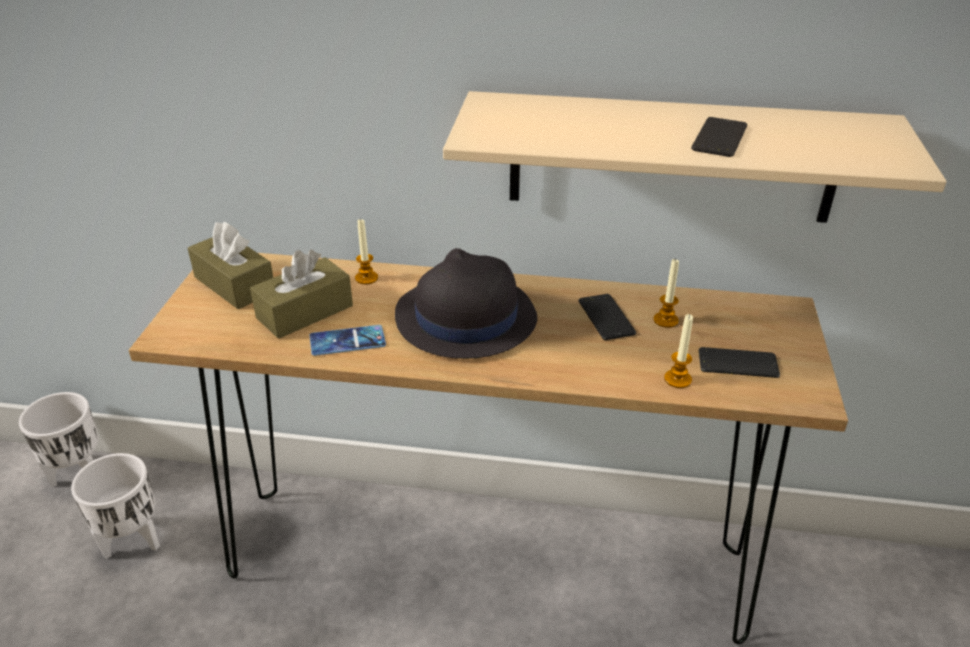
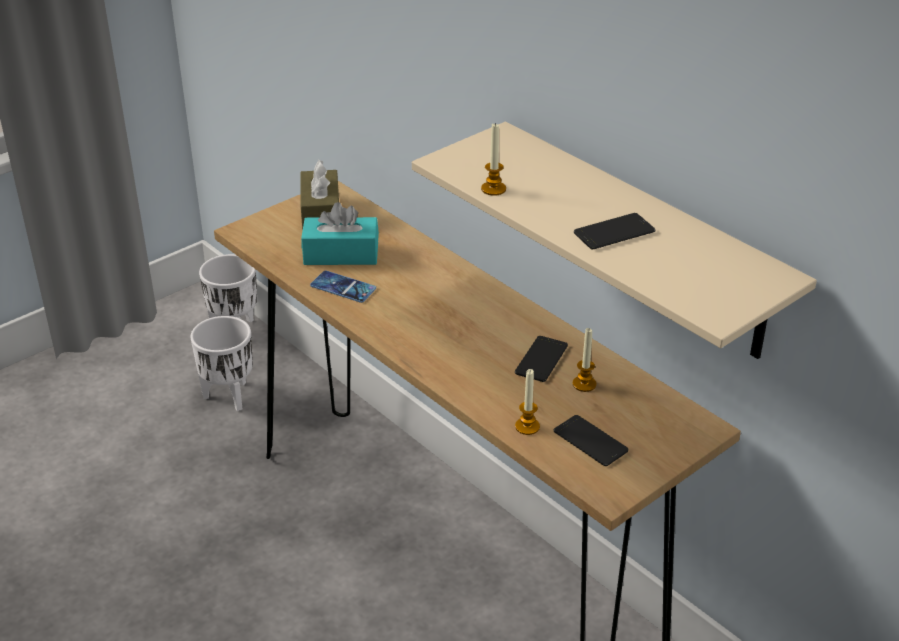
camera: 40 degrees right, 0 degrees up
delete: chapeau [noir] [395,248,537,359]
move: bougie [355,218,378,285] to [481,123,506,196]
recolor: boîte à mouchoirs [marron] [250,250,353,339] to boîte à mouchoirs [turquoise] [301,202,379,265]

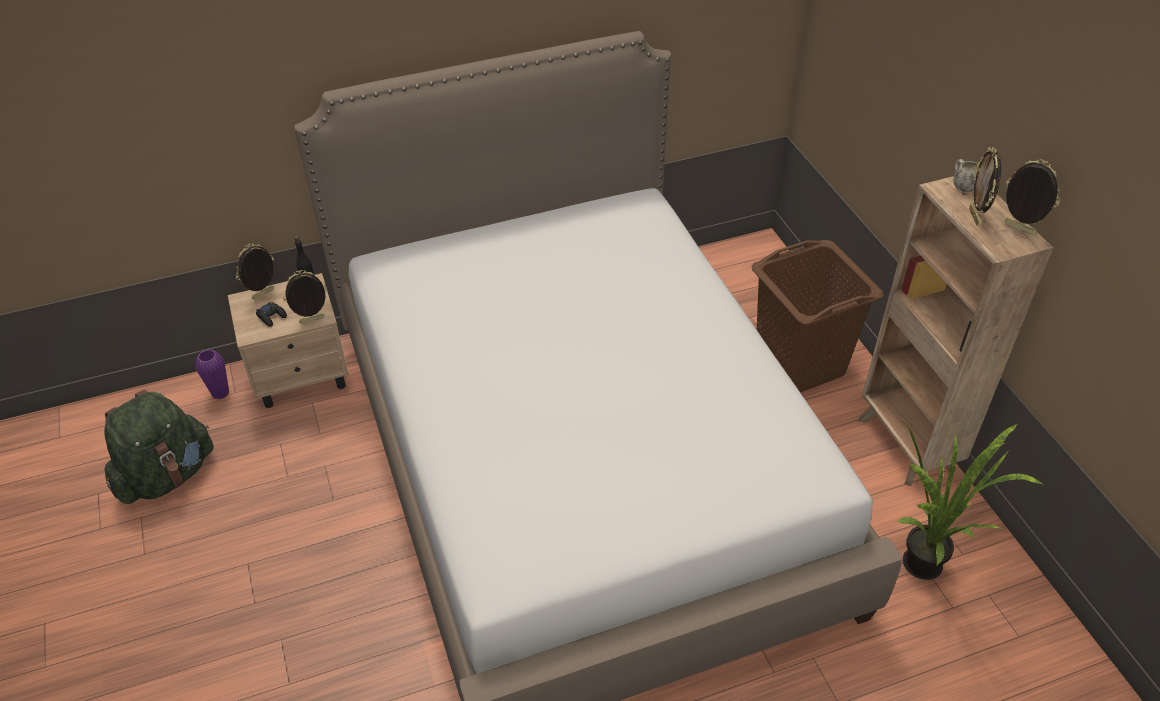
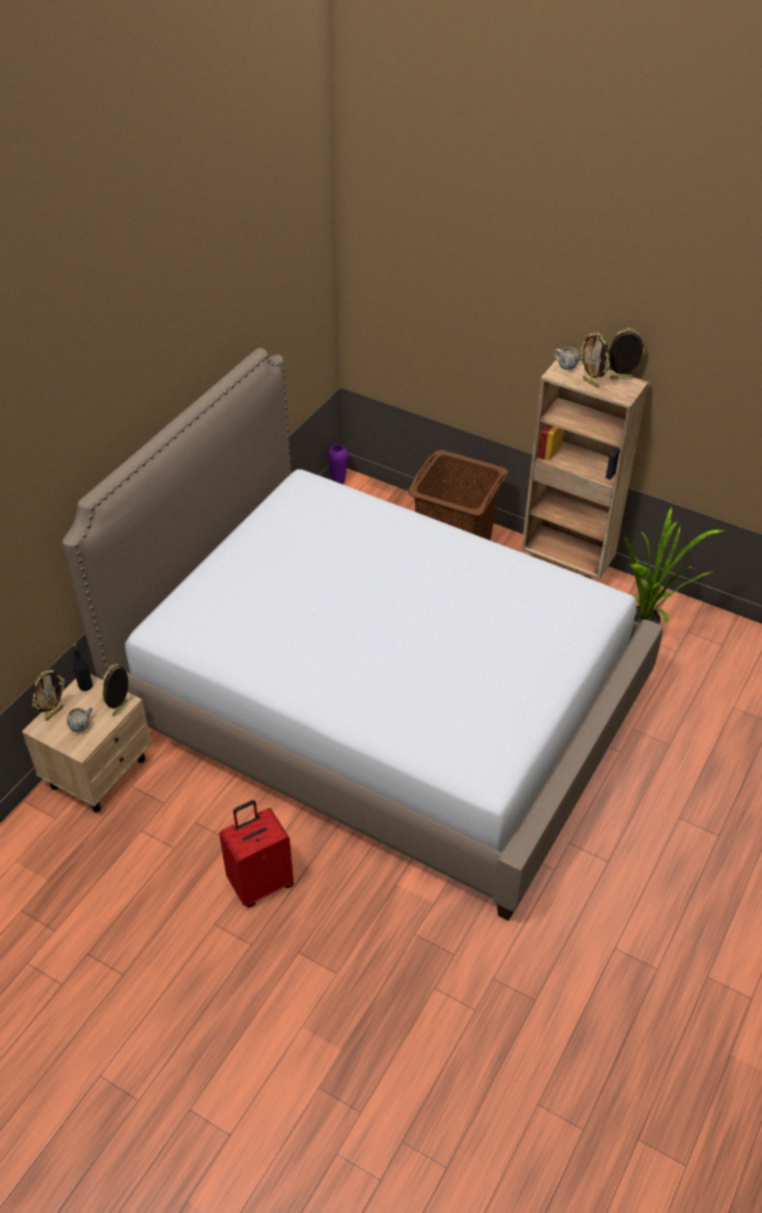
camera: 40 degrees left, 0 degrees up
delete: sac à dos [vert] [104,390,214,504]
insert: valise [rouge] [219,800,294,907]
move: vase [violet] [195,349,229,399] to [327,444,348,484]
replace: manette [noir] [256,302,287,327] to mug [blanc] [67,706,92,732]
rotate: cadre photo [235,244,274,300] = [32,670,65,721] 150 degrees counterclockwise

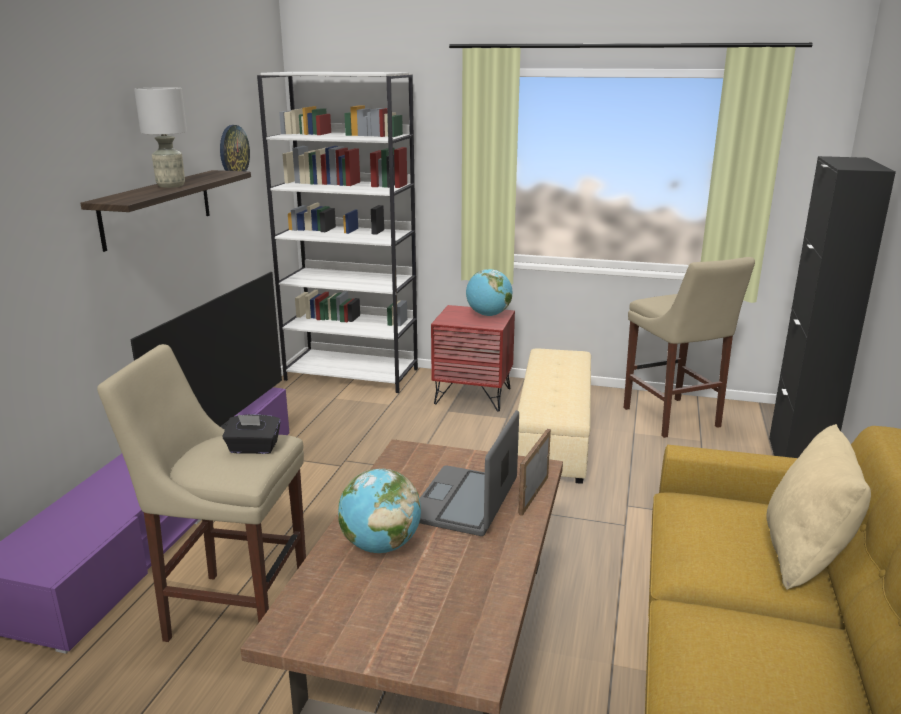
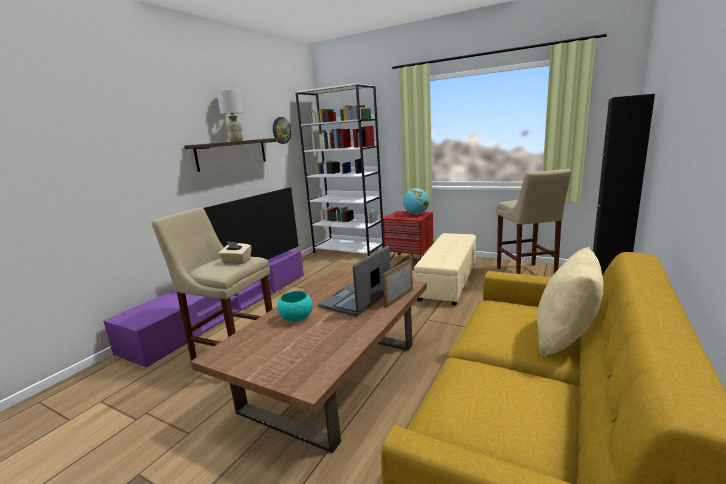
camera: 15 degrees right, 5 degrees down
replace: globe [338,468,421,553] to bol [turquoise] [277,291,312,322]
recolor: boîte à mouchoirs [noir] [222,414,281,454] to boîte à mouchoirs [beige] [219,241,251,264]

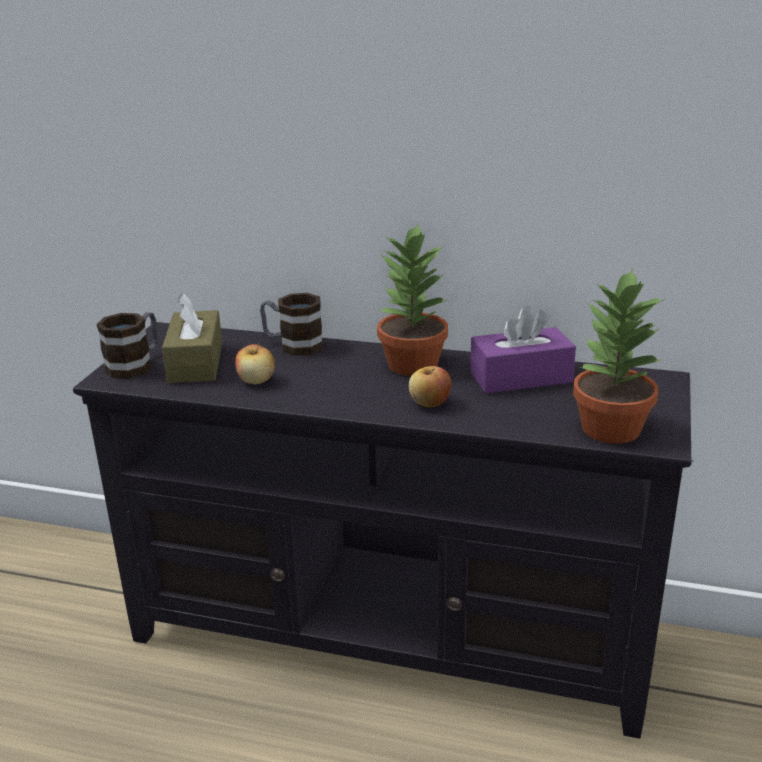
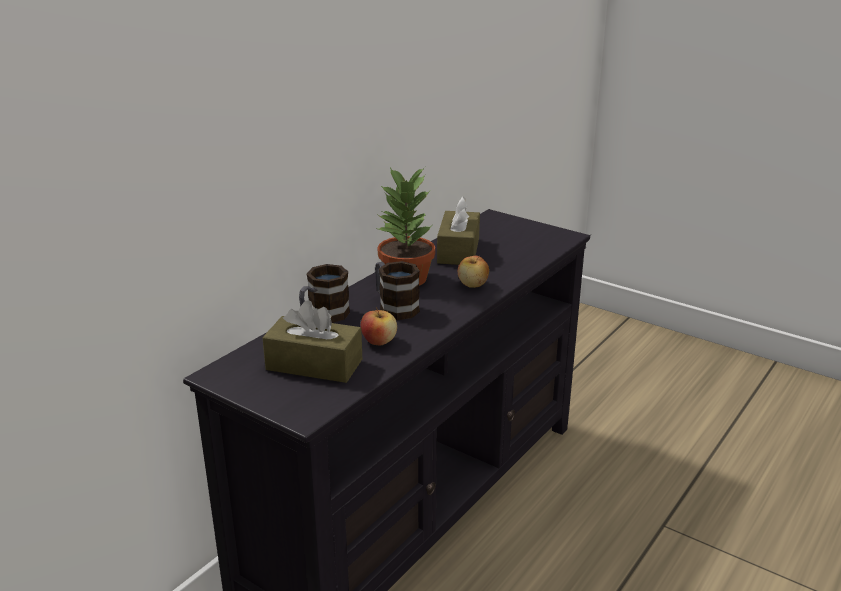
camera: 70 degrees left, 0 degrees up
delete: plante en pot [573,268,665,444]
move: mug [96,312,158,379] to [375,261,420,320]
recolor: boîte à mouchoirs [violet] [470,306,576,394] to boîte à mouchoirs [marron] [437,197,480,265]

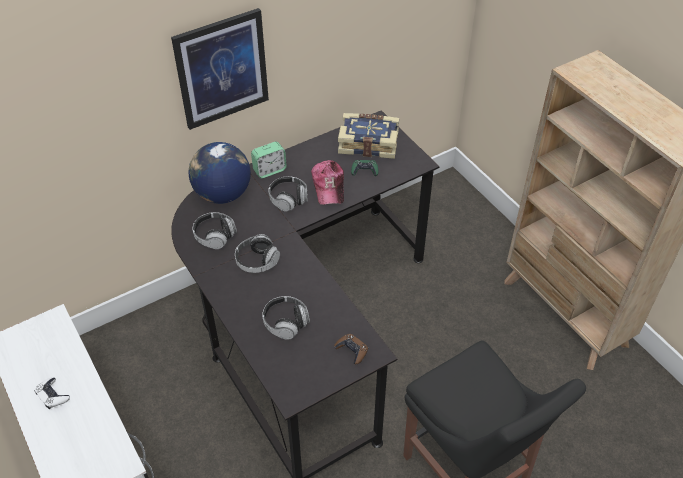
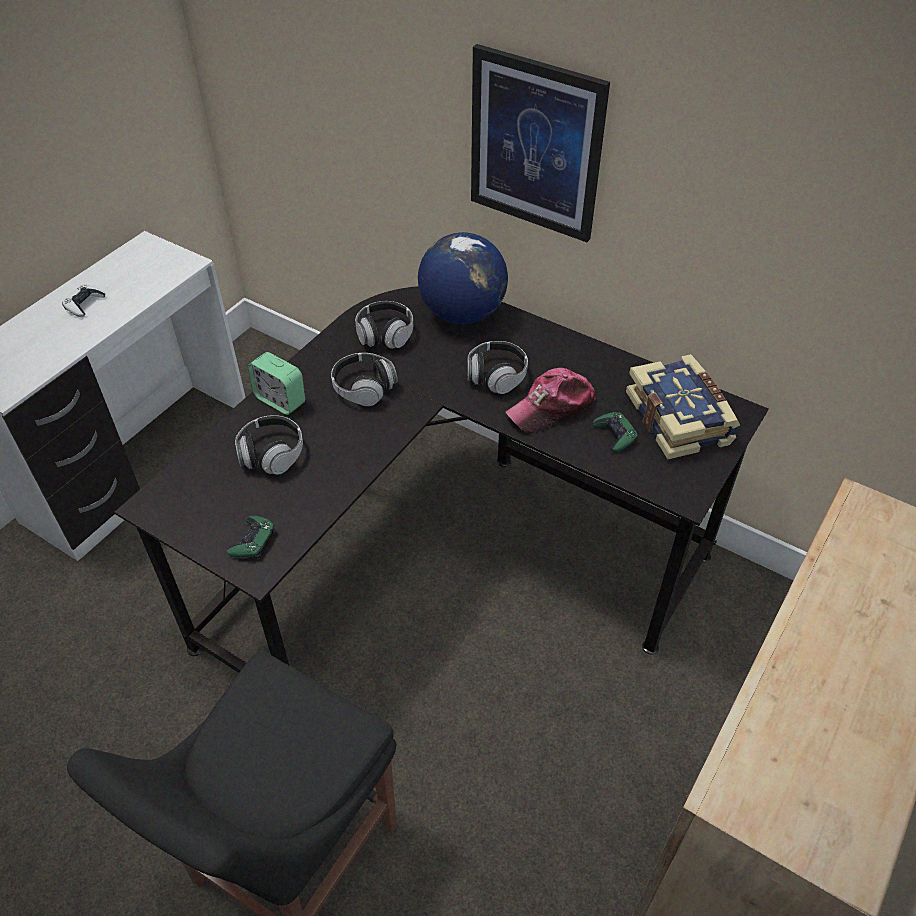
camera: 65 degrees right, 0 degrees up
move: réveil [251,142,287,178] to [248,352,305,415]
recolor: manette [marron] [334,334,368,365] to manette [vert] [226,516,275,559]

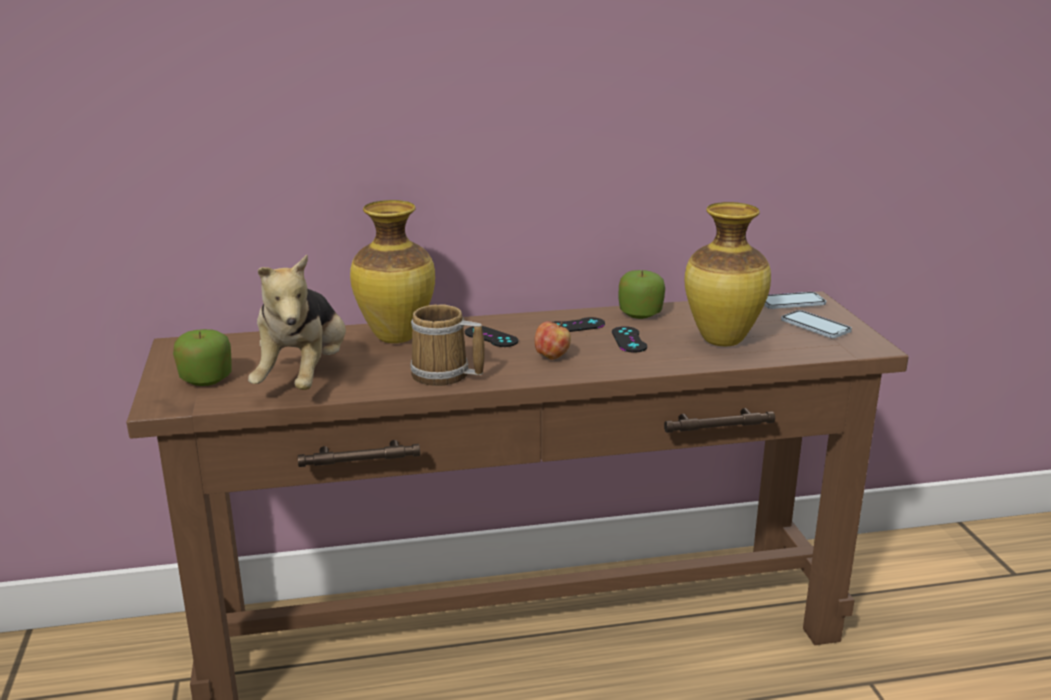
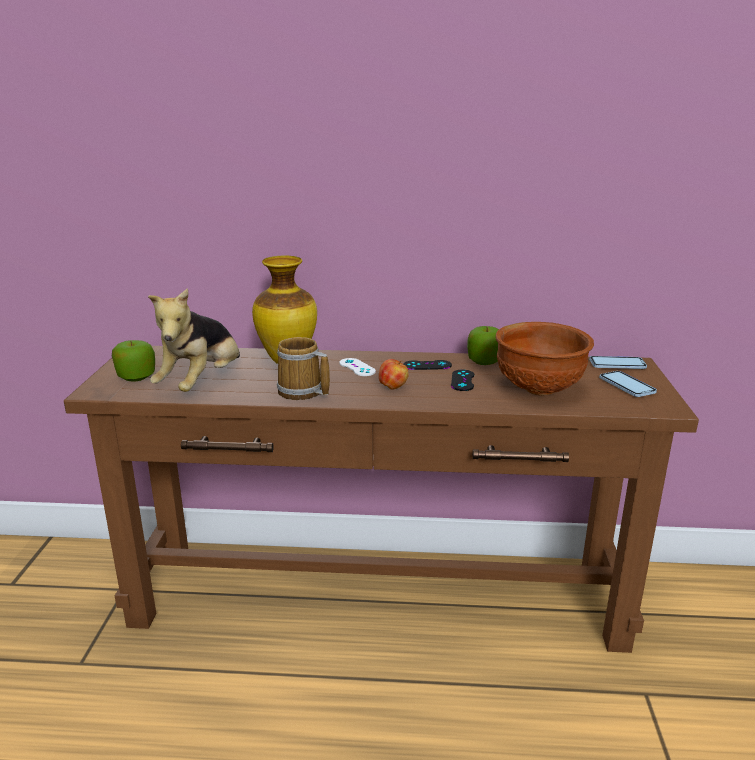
camera: 15 degrees right, 0 degrees up
replace: vase [685,202,771,346] to bol [marron] [496,322,594,396]
recolor: manette [noir] [465,326,518,347] to manette [blanc] [339,358,376,376]

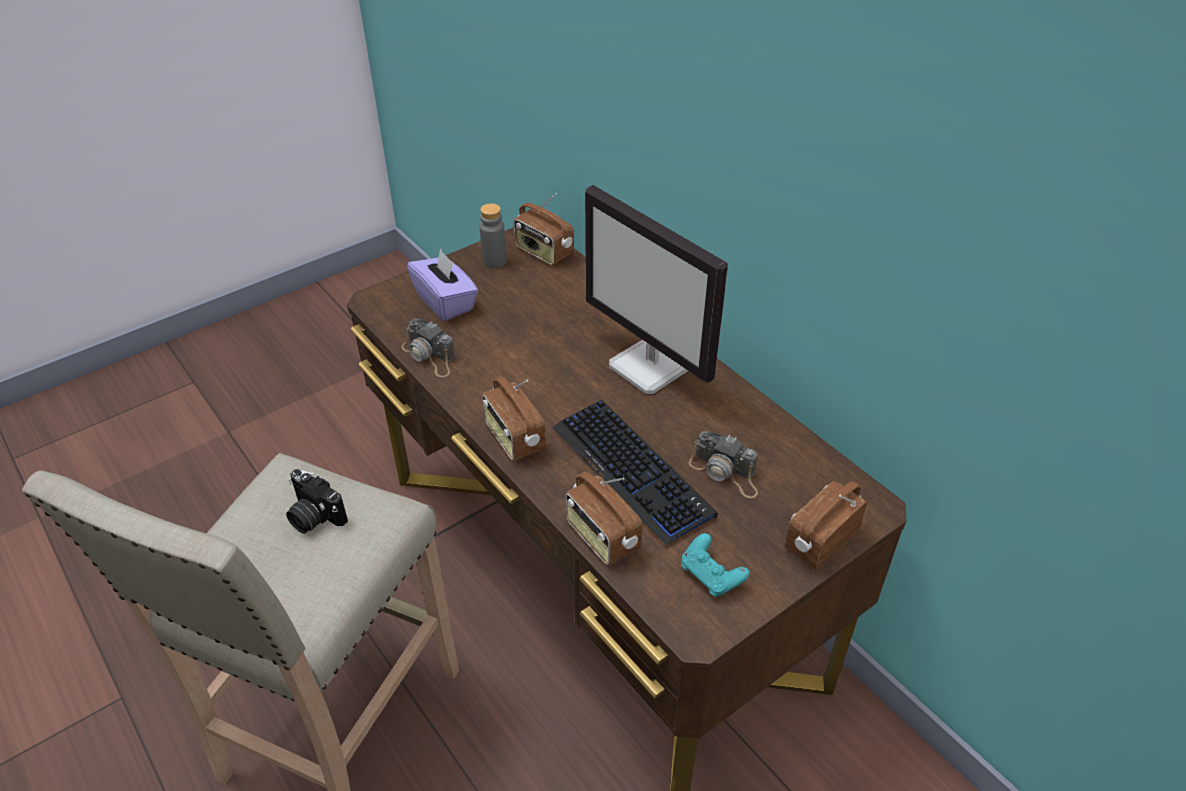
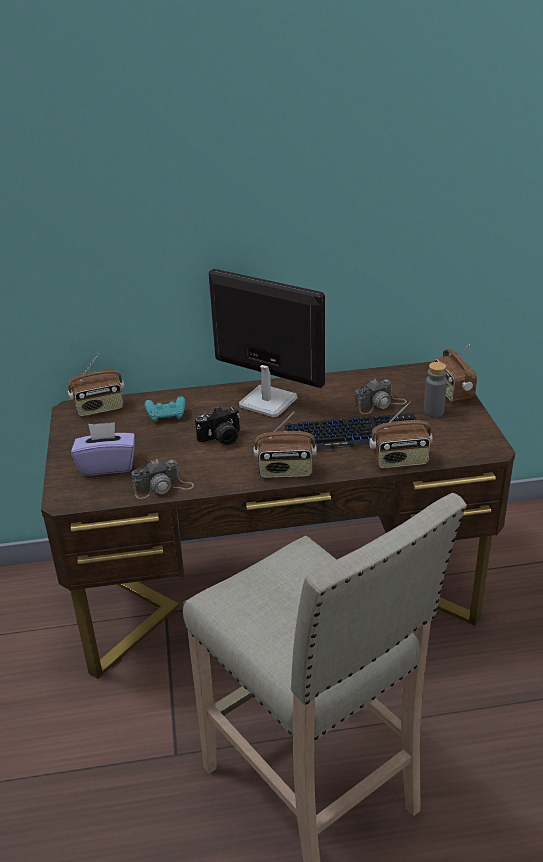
camera: 60 degrees left, 10 degrees down
move: appareil photo [286,469,348,534] to [195,407,240,446]; bouteille [gris] [480,203,507,268] to [424,362,447,417]; manette [turquoise] [681,533,750,597] to [145,396,185,422]
rotate: écran d'ordinateur [585,185,728,394] = [209,269,325,417] 135 degrees counterclockwise

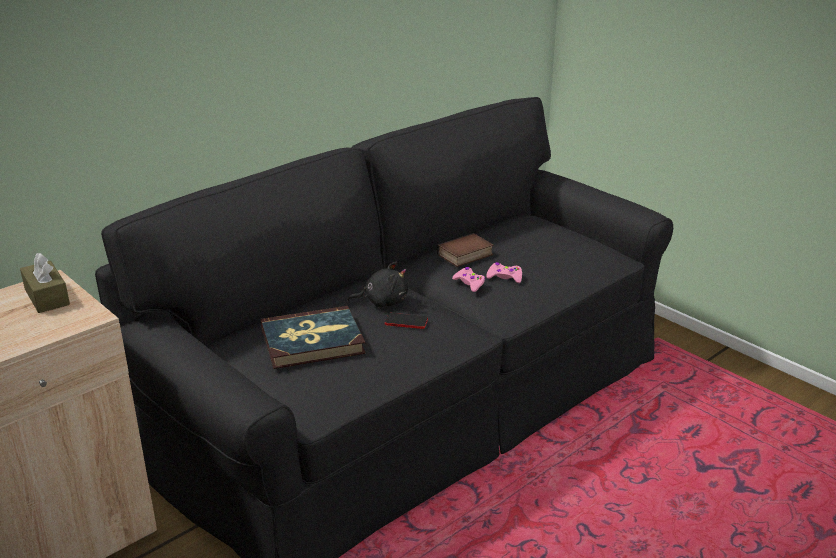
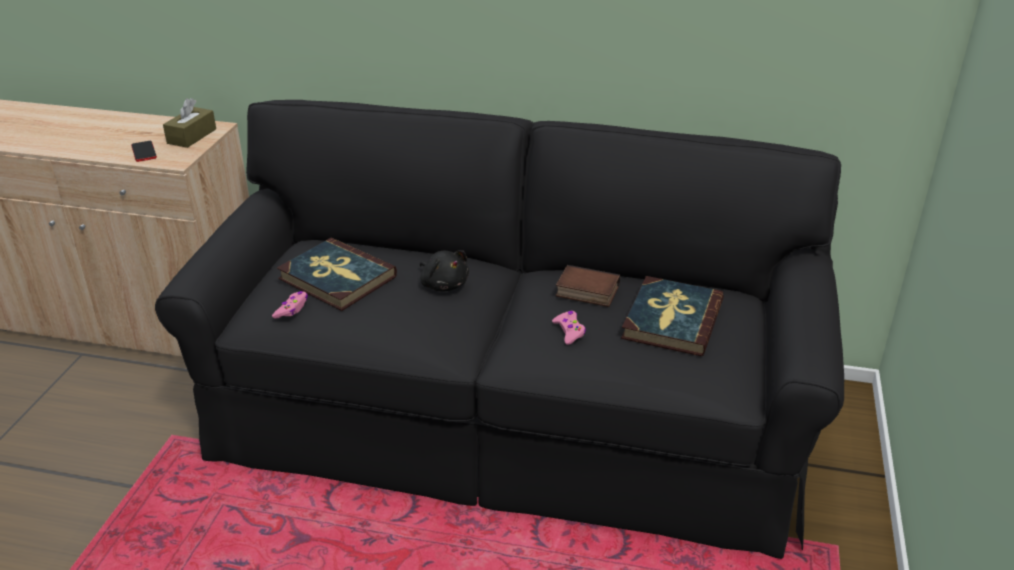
camera: 55 degrees right, 5 degrees up
insert: livre [621,276,724,356]
move: téléphone [385,313,428,329] to [131,141,157,162]; manette [rose] [452,267,485,292] to [272,291,308,319]

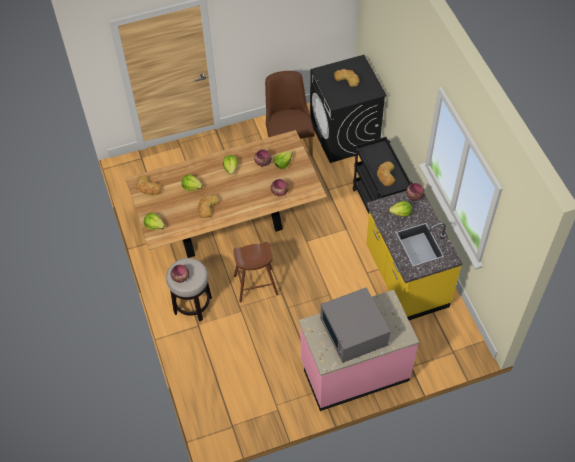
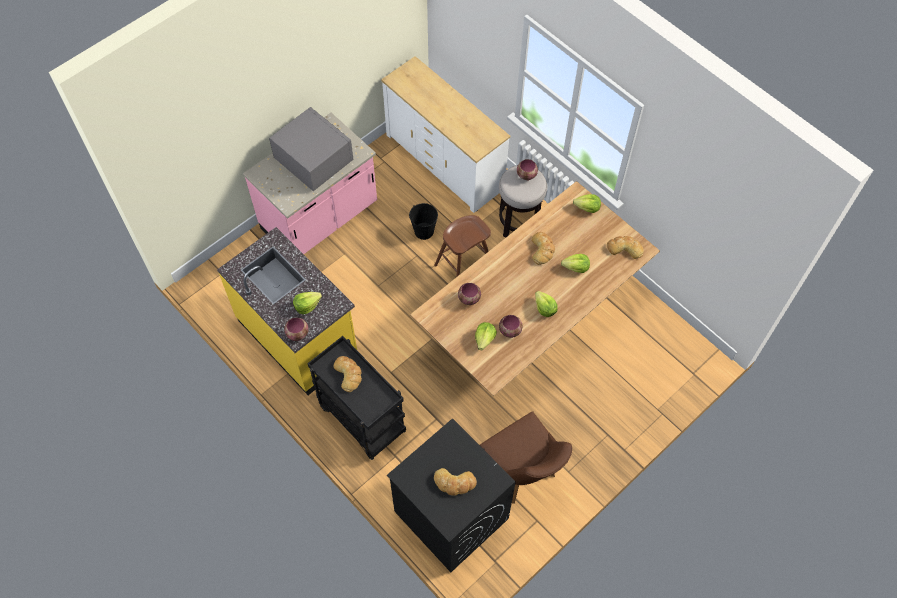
camera: 155 degrees right, 5 degrees up
insert: commode [blanc] [381,56,510,213]; seau [noir] [409,203,438,240]

